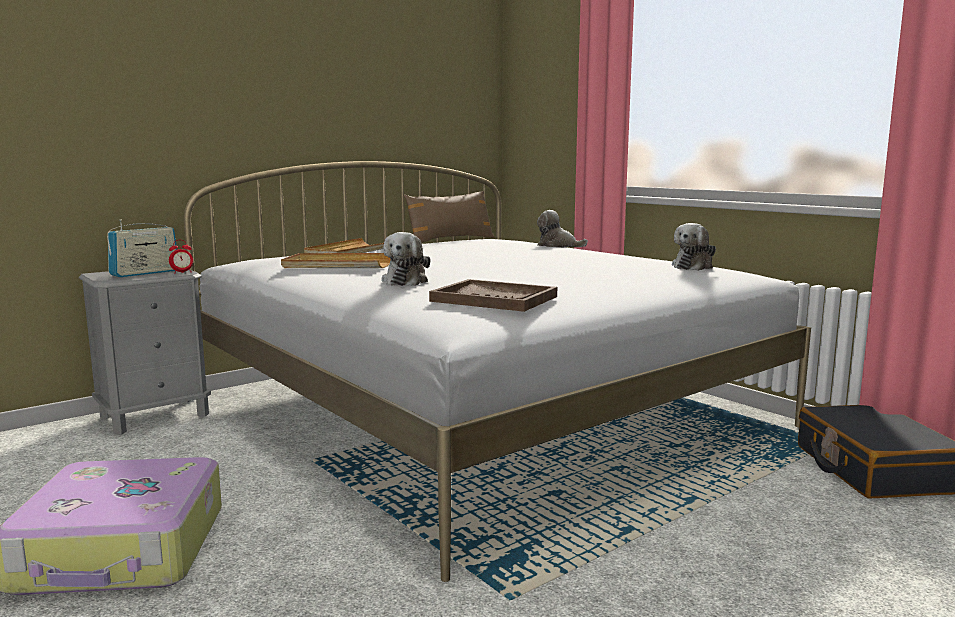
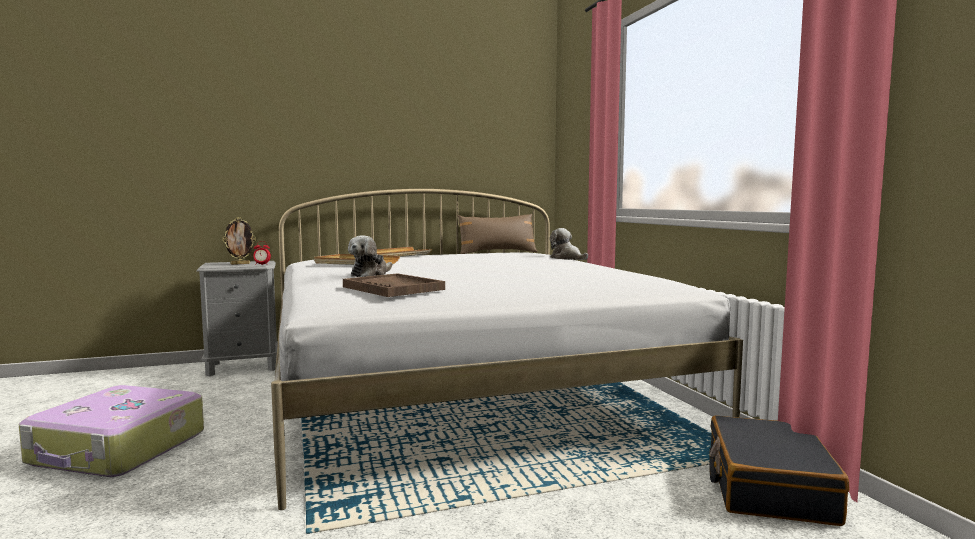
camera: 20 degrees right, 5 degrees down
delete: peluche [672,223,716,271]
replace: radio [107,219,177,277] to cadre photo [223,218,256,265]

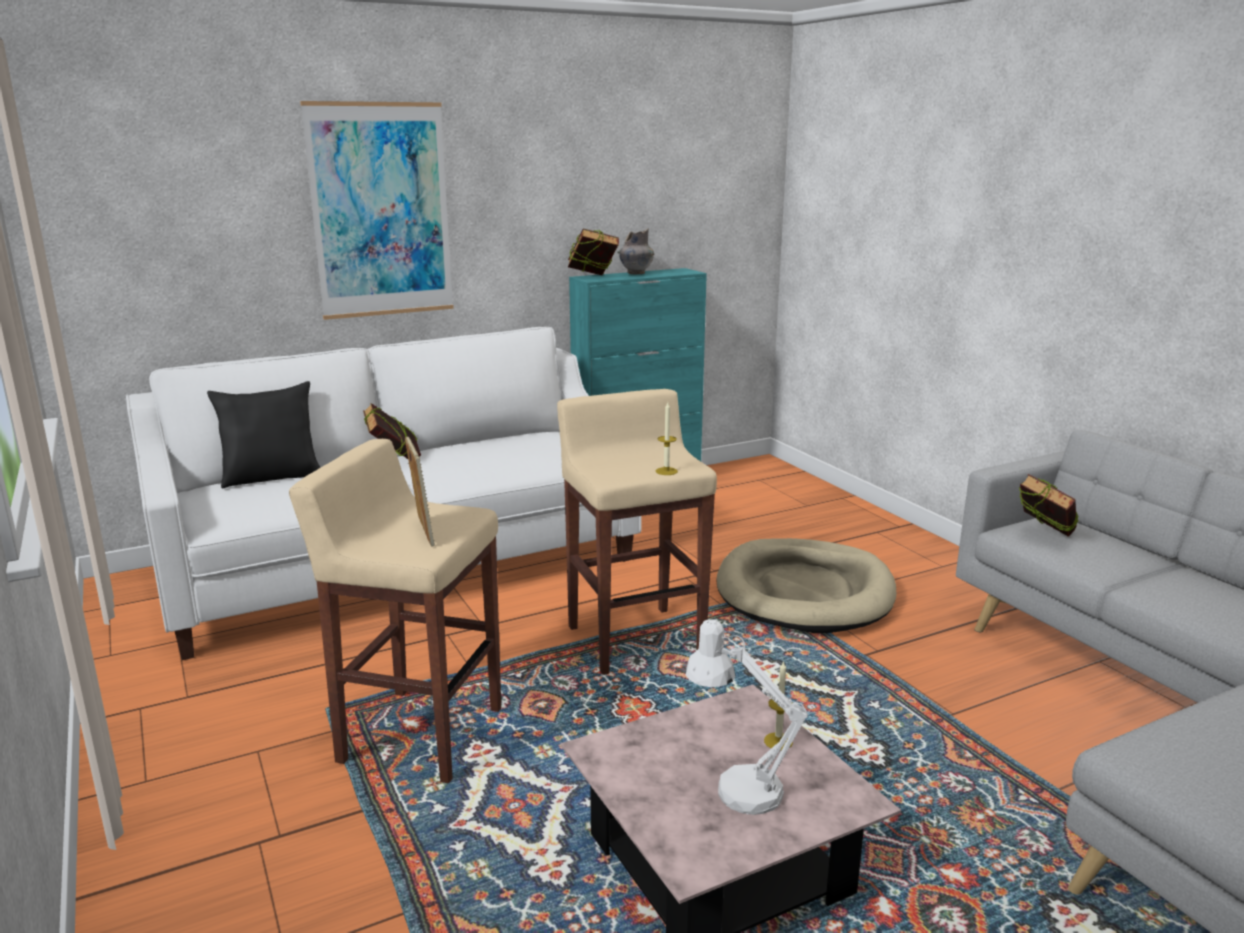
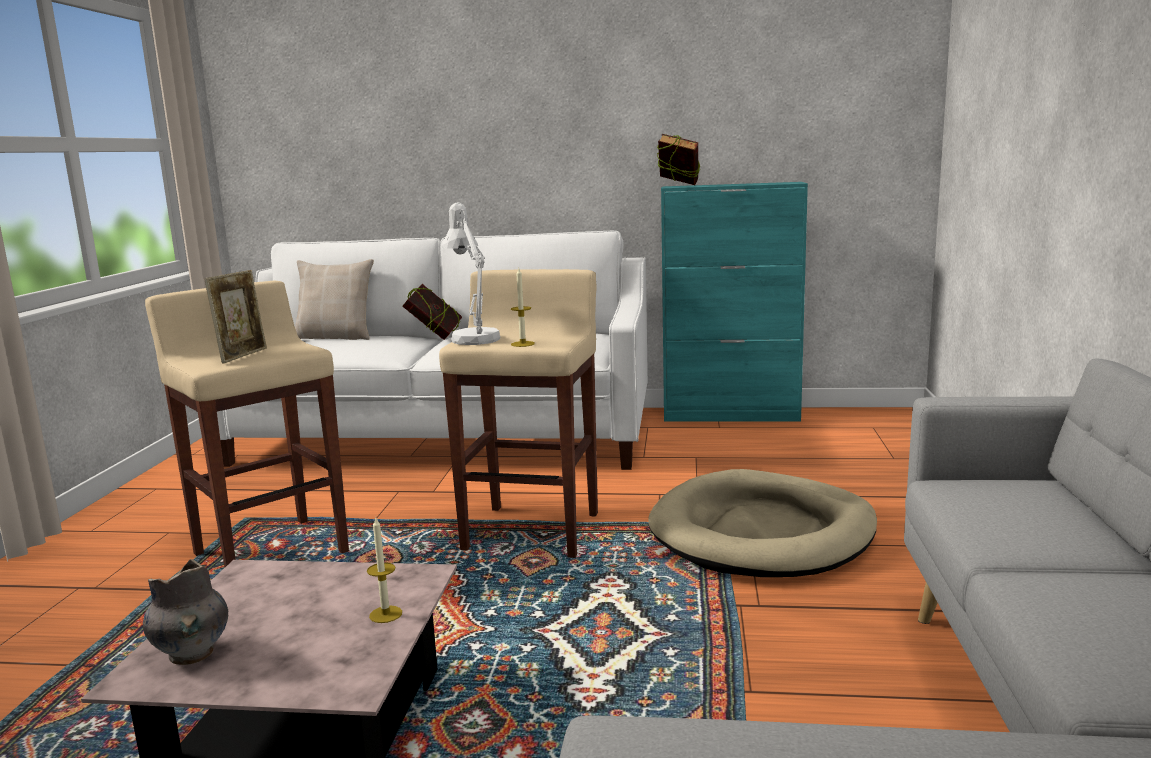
camera: 35 degrees right, 5 degrees down
delete: tableau [300,101,454,320]; livre [1019,474,1079,537]
move: vase [gris] [617,228,654,274] to [143,559,228,665]; lampe de table [blanc] [685,619,808,815] to [442,203,501,345]
recolor: coussin [noir] [207,381,321,488] to coussin [beige] [295,259,374,340]

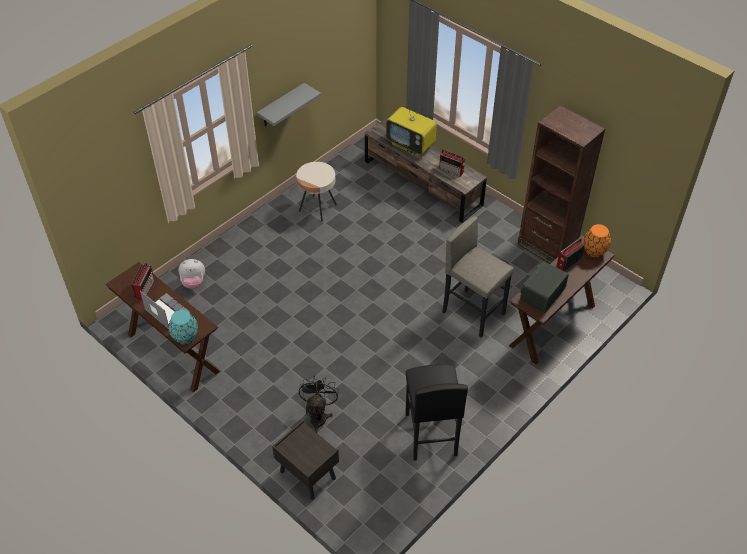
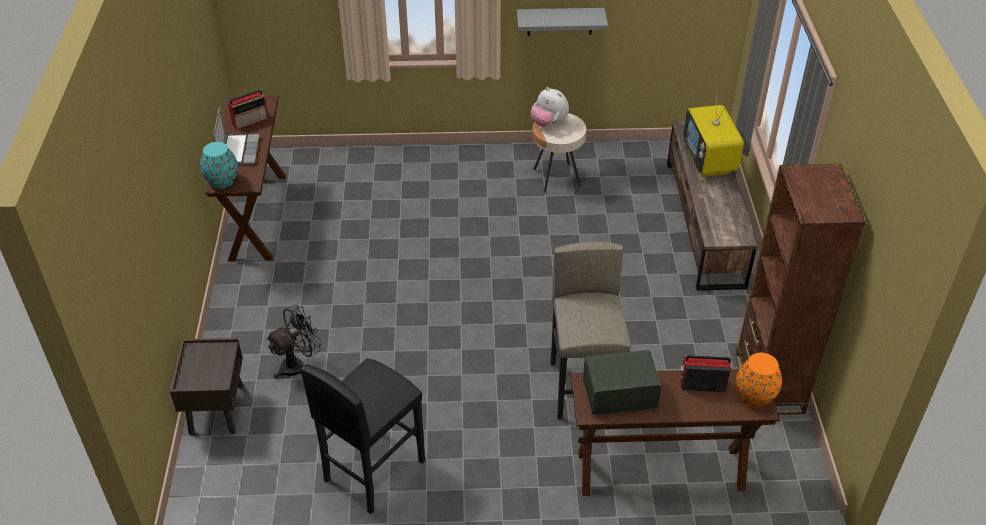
camera: 45 degrees right, 5 degrees down
delete: radio [439,150,465,177]
move: peluche [178,259,205,289] to [531,87,569,127]

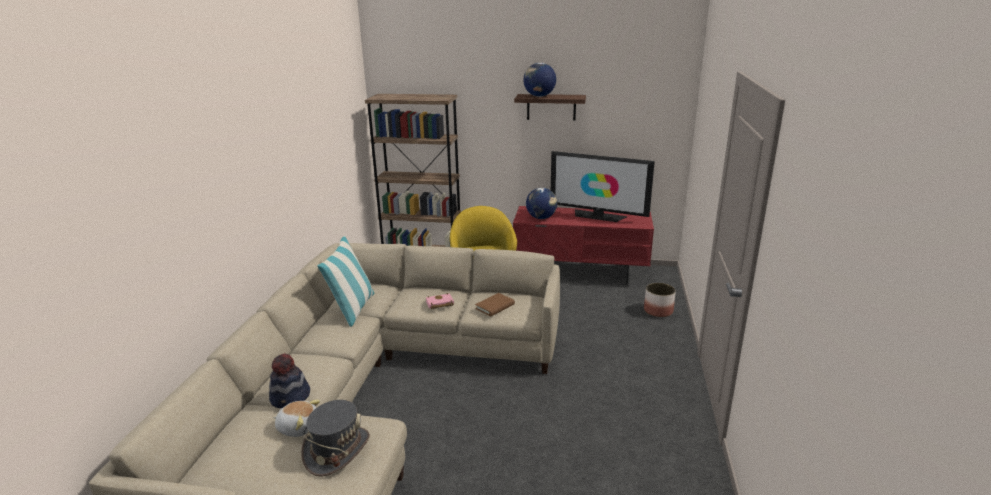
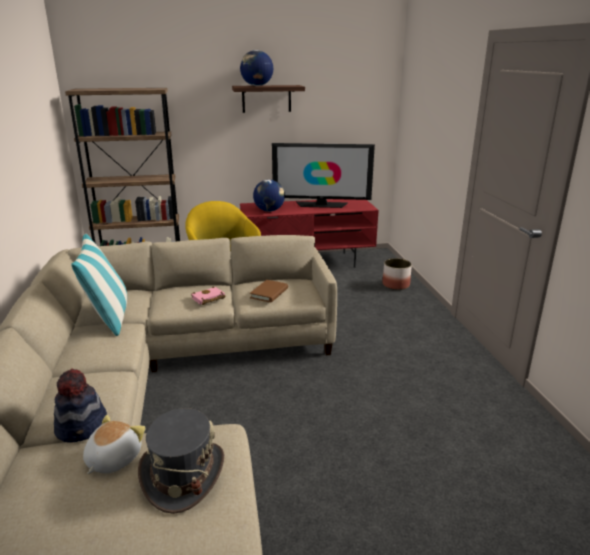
camera: 20 degrees left, 0 degrees up
rotate: peluche [273,400,320,437] = [83,415,146,474] 60 degrees counterclockwise

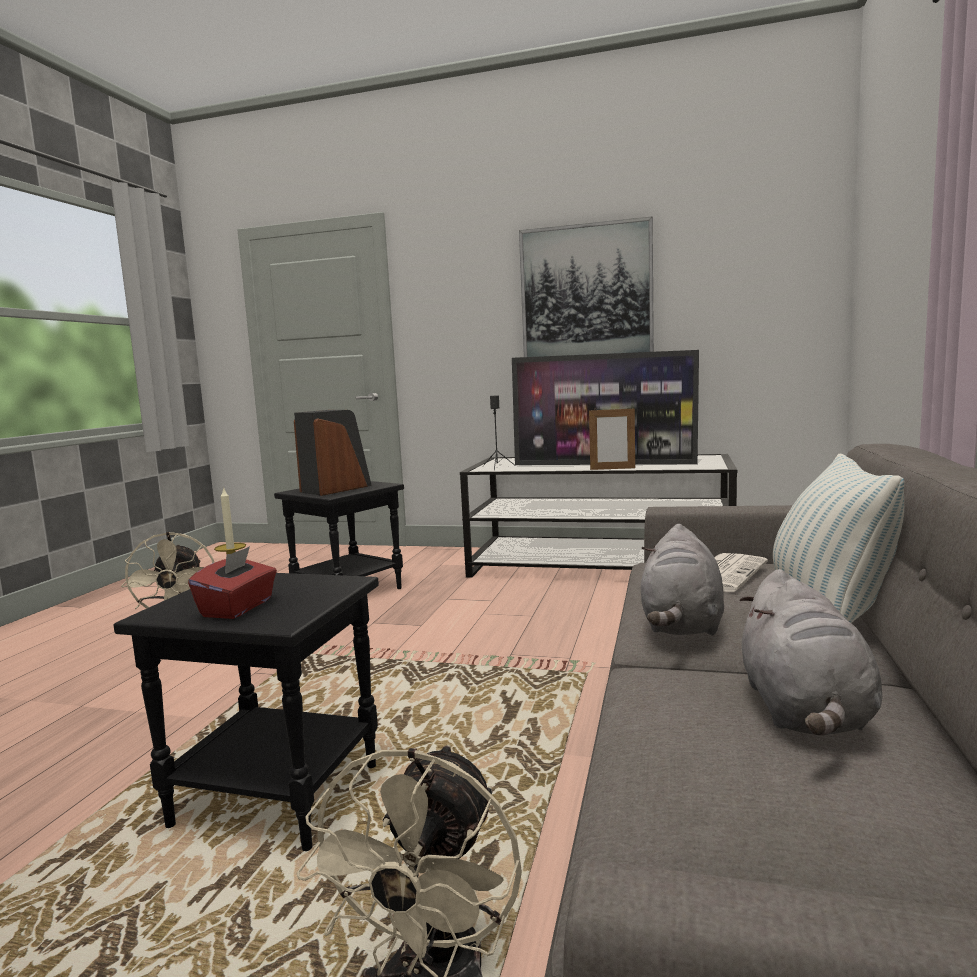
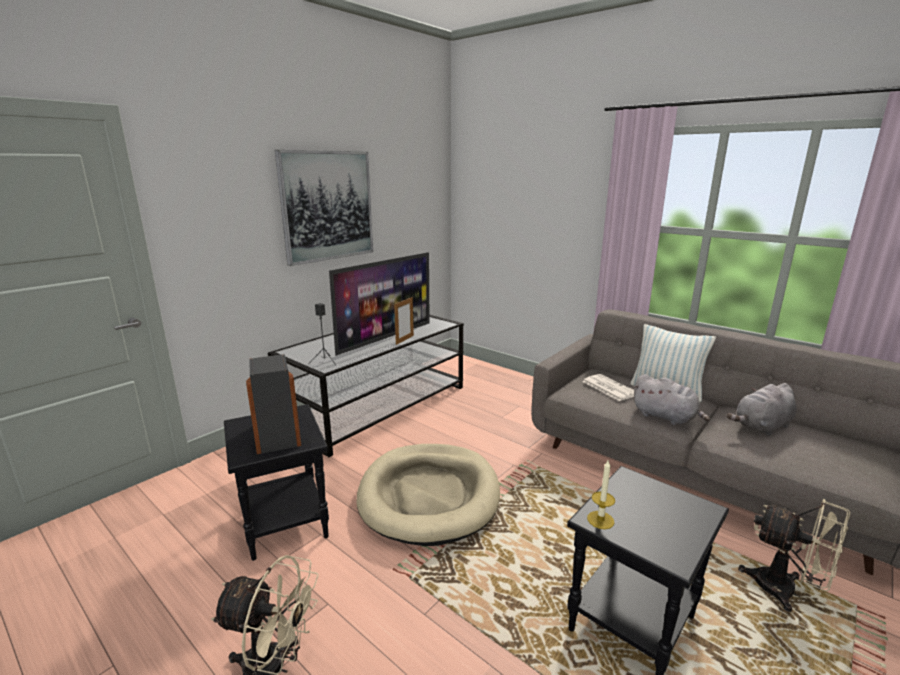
camera: 65 degrees left, 10 degrees up
delete: boîte à mouchoirs [rouge] [188,546,277,619]
insert: panier pour chien [beige] [356,444,500,546]
rotate: peluche [gris] [739,569,882,736] = [726,383,797,436] 120 degrees clockwise

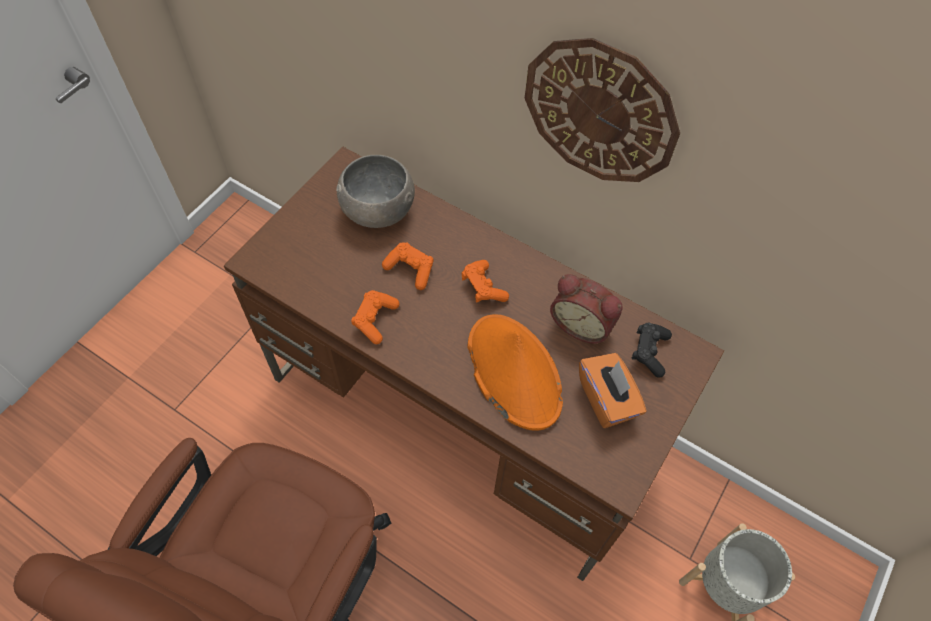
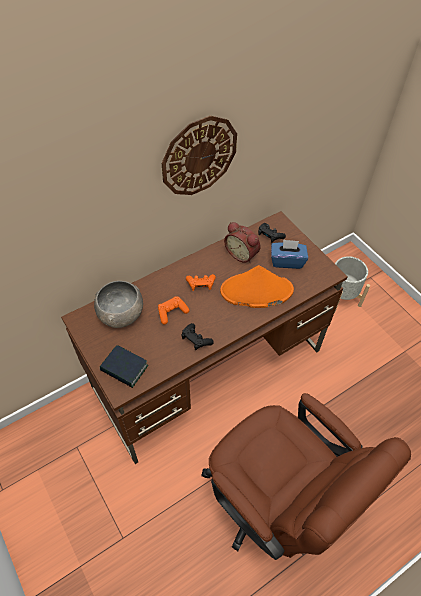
camera: 65 degrees left, 5 degrees down
insert: livre [100,345,148,388]
recolor: manette [orange] [351,290,399,344] to manette [noir] [181,323,214,350]; boîte à mouchoirs [orange] [579,353,647,428] to boîte à mouchoirs [bleu] [271,239,308,269]
rotate: réveil [550,274,623,344] = [224,222,261,263] 75 degrees clockwise

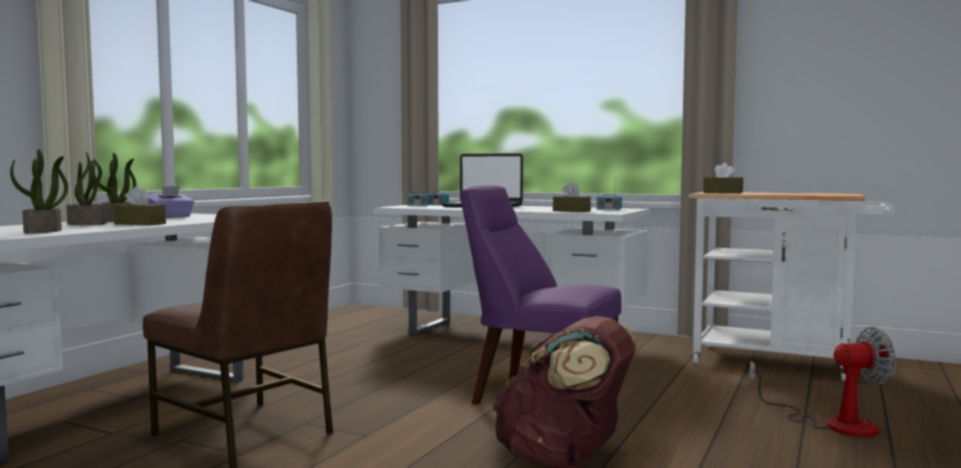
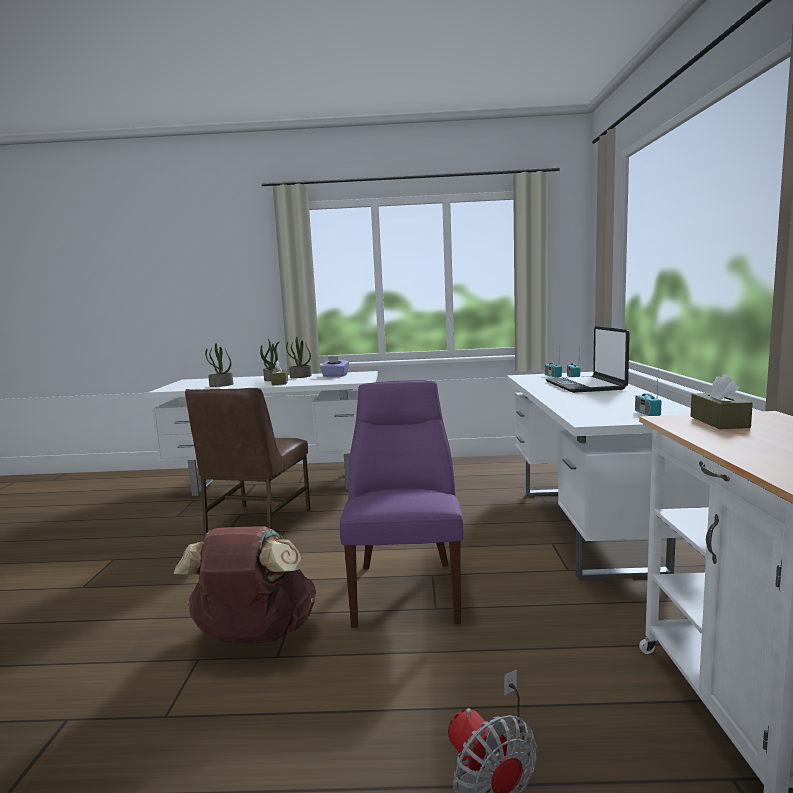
camera: 65 degrees right, 5 degrees up
delete: boîte à mouchoirs [marron] [553,182,591,212]

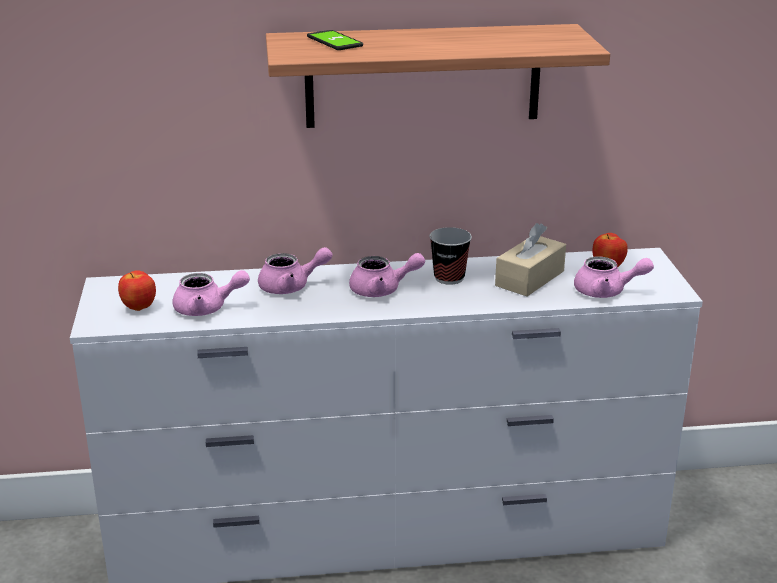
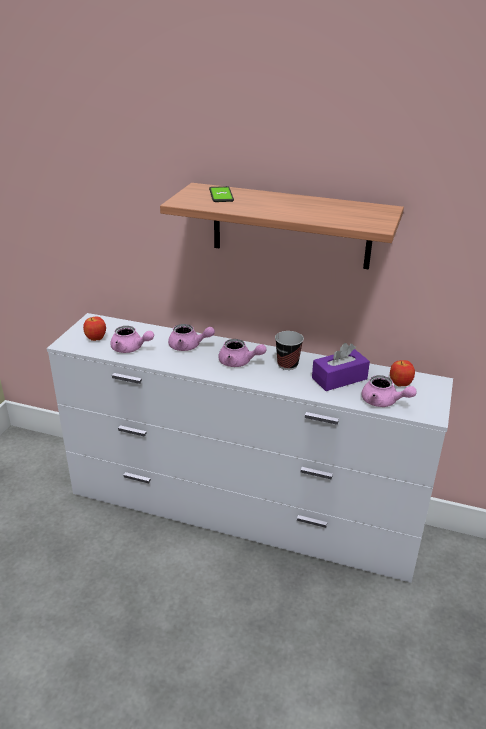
camera: 25 degrees right, 5 degrees up
recolor: boîte à mouchoirs [beige] [495,223,566,296] to boîte à mouchoirs [violet] [312,343,370,391]

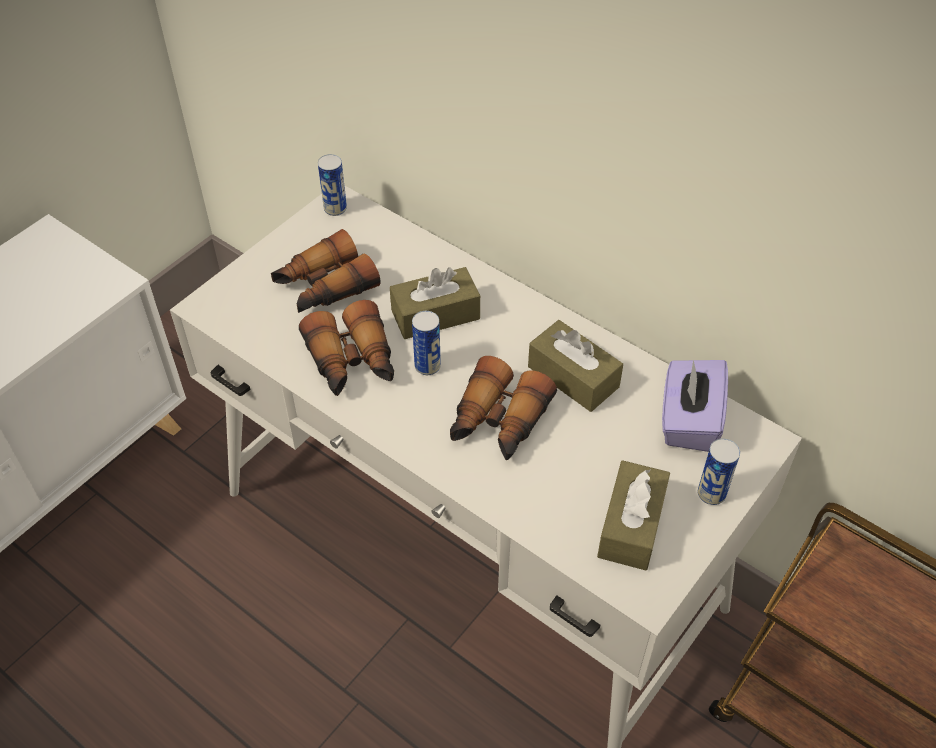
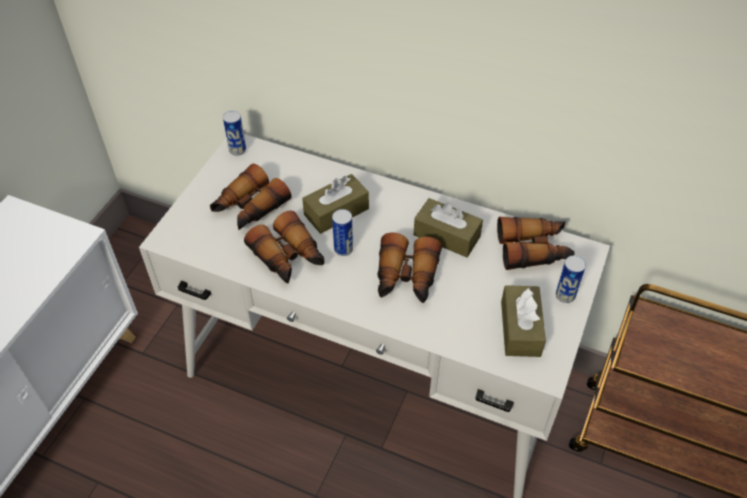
camera: 15 degrees left, 0 degrees up
replace: boîte à mouchoirs [violet] [662,359,728,452] to jumelles [497,217,575,270]

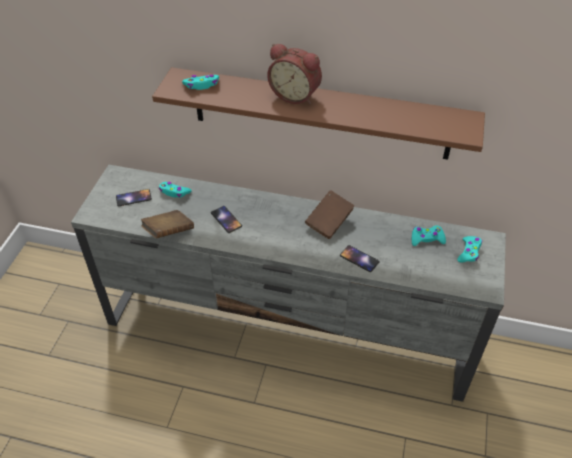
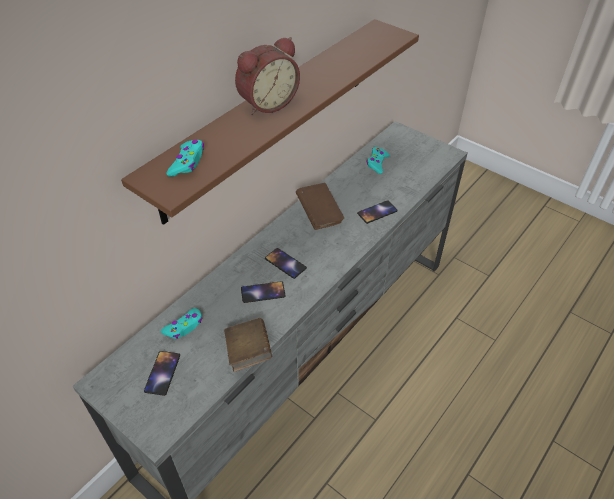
camera: 65 degrees left, 0 degrees up
delete: manette [turquoise] [457,236,482,263]
insert: téléphone [265,248,307,279]

